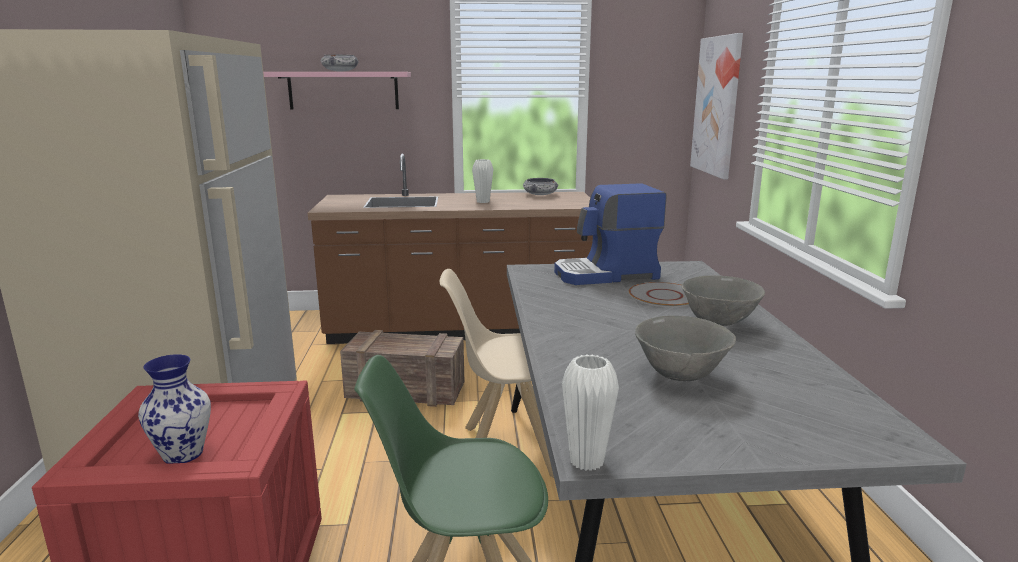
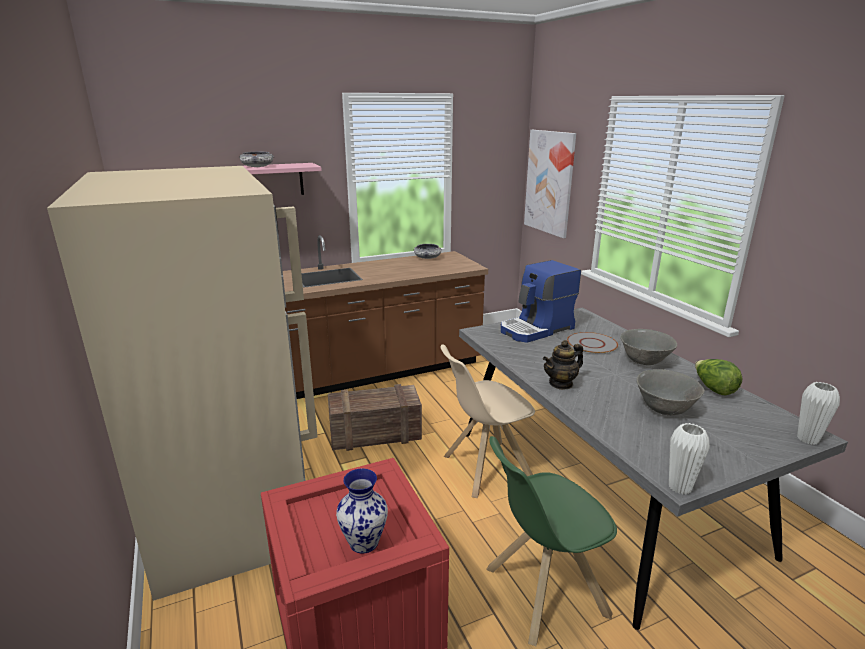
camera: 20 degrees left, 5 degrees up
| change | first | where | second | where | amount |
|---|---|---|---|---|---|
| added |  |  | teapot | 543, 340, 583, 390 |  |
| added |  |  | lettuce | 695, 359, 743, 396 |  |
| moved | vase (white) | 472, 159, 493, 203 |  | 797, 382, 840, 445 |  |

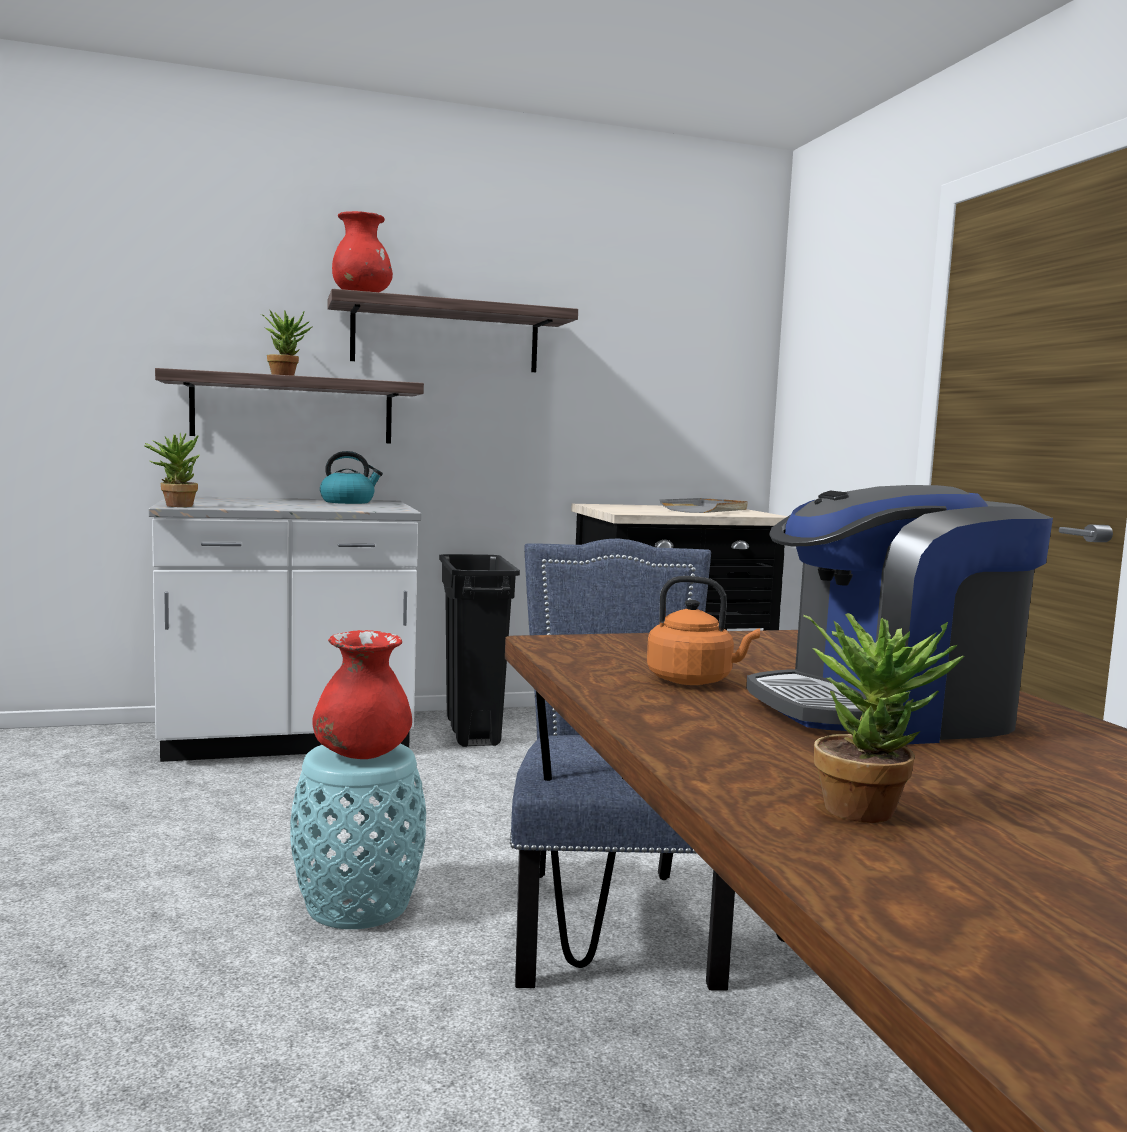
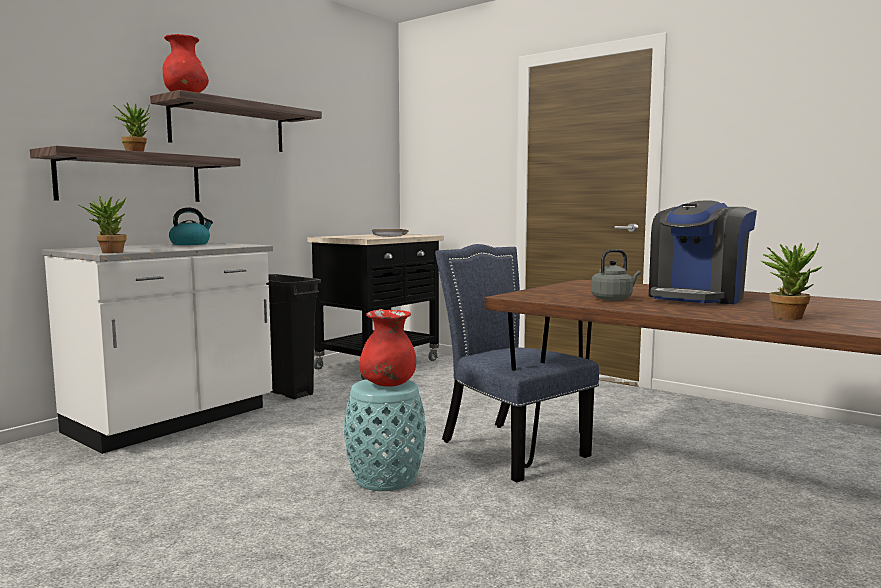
camera: 35 degrees left, 0 degrees up
| change | first | where | second | where | amount |
|---|---|---|---|---|---|
| recoloured | kettle (orange) | 647, 576, 760, 685 | kettle (grey) | 591, 249, 641, 301 |  |

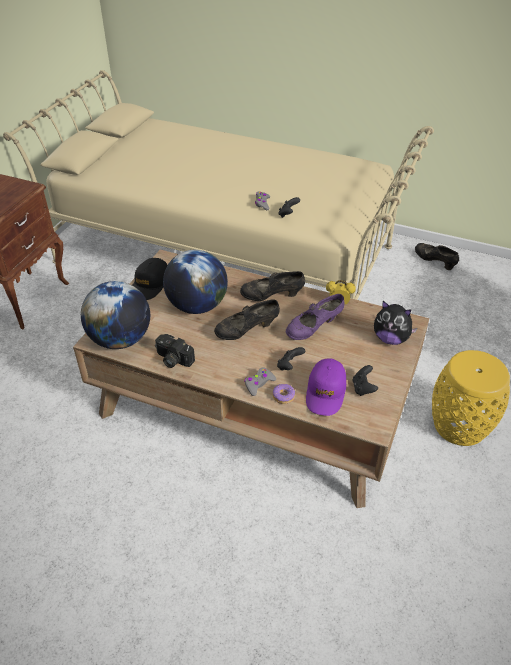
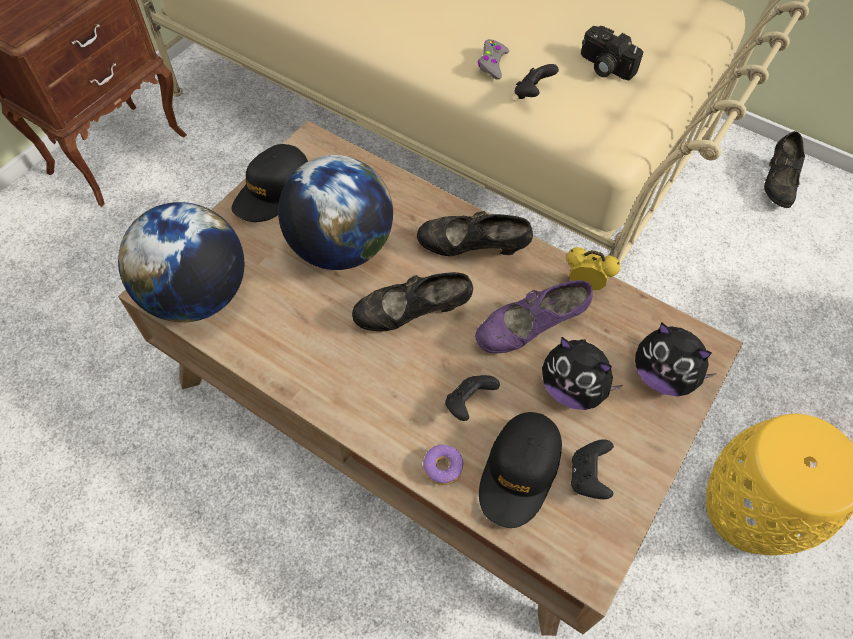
camera: 10 degrees right, 15 degrees up
| change | first | where | second | where | amount |
|---|---|---|---|---|---|
| recoloured | cap (purple) | 306, 358, 346, 416 | cap (black) | 479, 412, 562, 528 |  |
| added |  |  | plush toy | 542, 337, 623, 410 |  |
| moved | photo camera | 155, 334, 195, 368 |  | 581, 26, 643, 80 |  |
| turned | shoe (black) | 415, 243, 459, 270 |  | 764, 131, 805, 208 | 135 degrees counterclockwise |
| removed | game controller (grey) | 244, 367, 276, 396 |  |  |  |

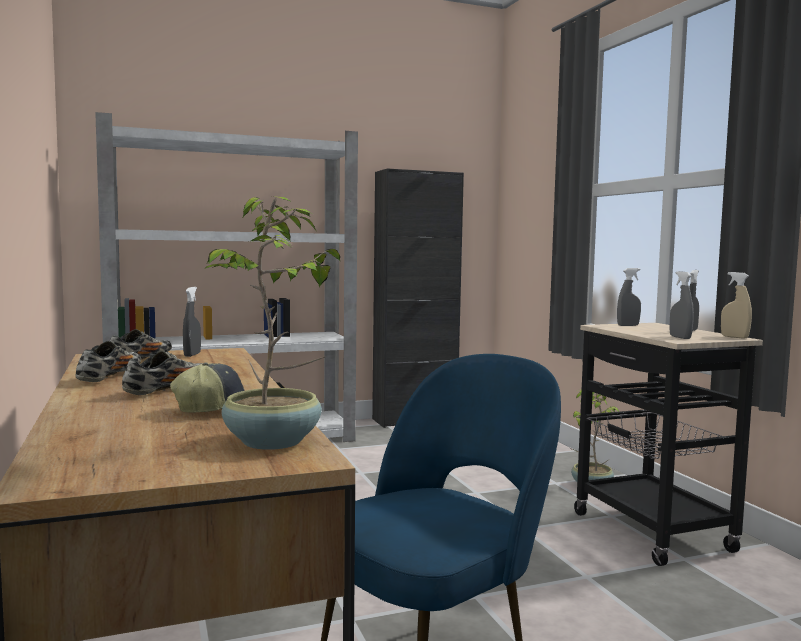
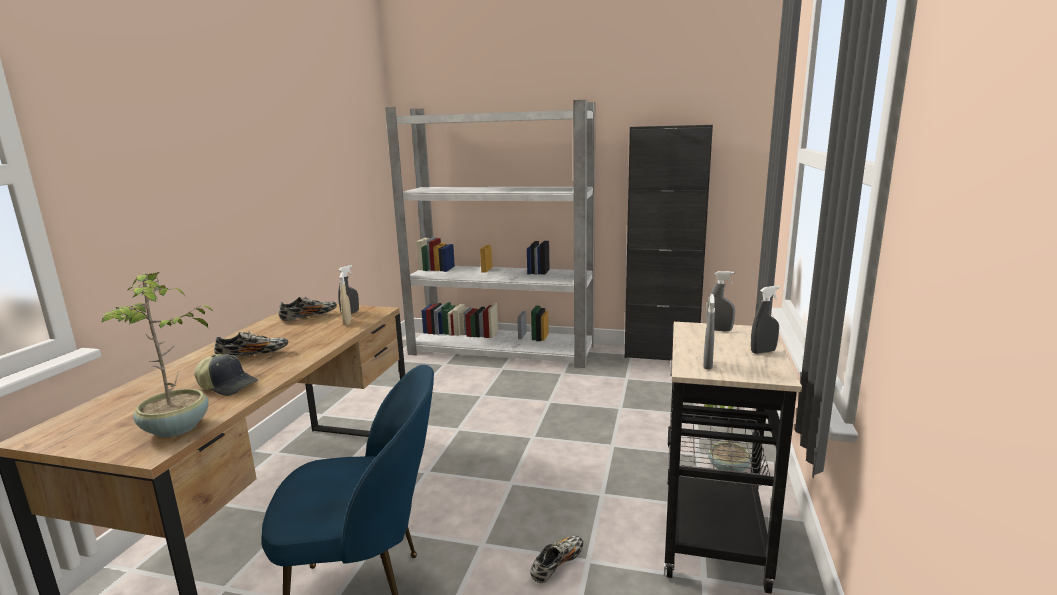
camera: 35 degrees right, 10 degrees up
| change | first | where | second | where | amount |
|---|---|---|---|---|---|
| moved | spray bottle (beige) | 721, 272, 752, 339 |  | 339, 272, 352, 325 |  |
| moved | shoe | 75, 341, 141, 382 |  | 530, 536, 584, 583 |  |

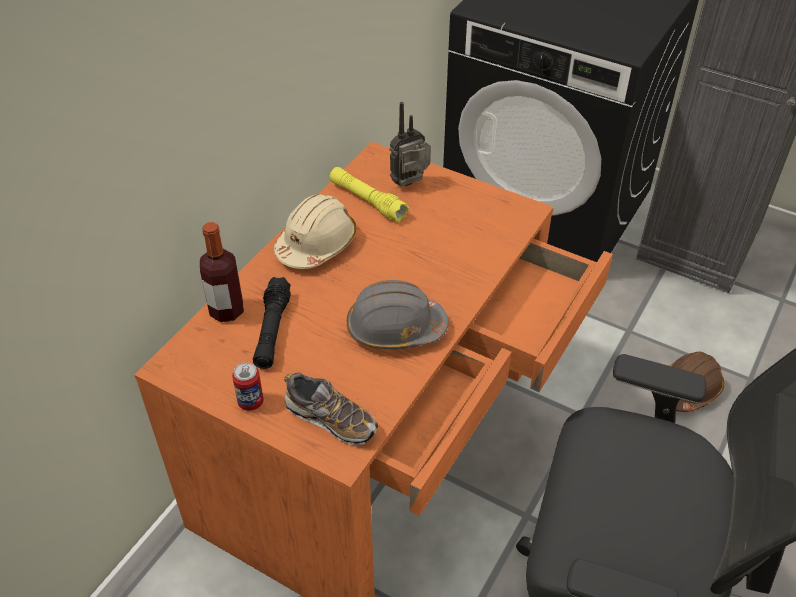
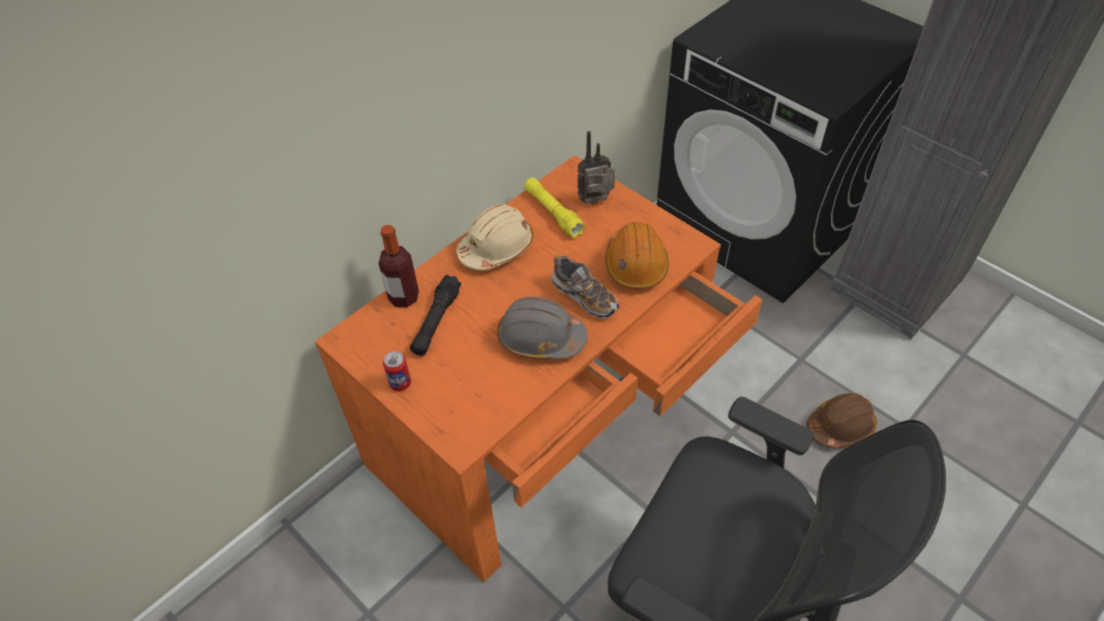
camera: 15 degrees right, 5 degrees up
| change | first | where | second | where | amount |
|---|---|---|---|---|---|
| moved | shoe | 284, 373, 378, 446 |  | 552, 255, 619, 319 |  |
| added |  |  | hard hat (orange) | 605, 222, 669, 289 |  |

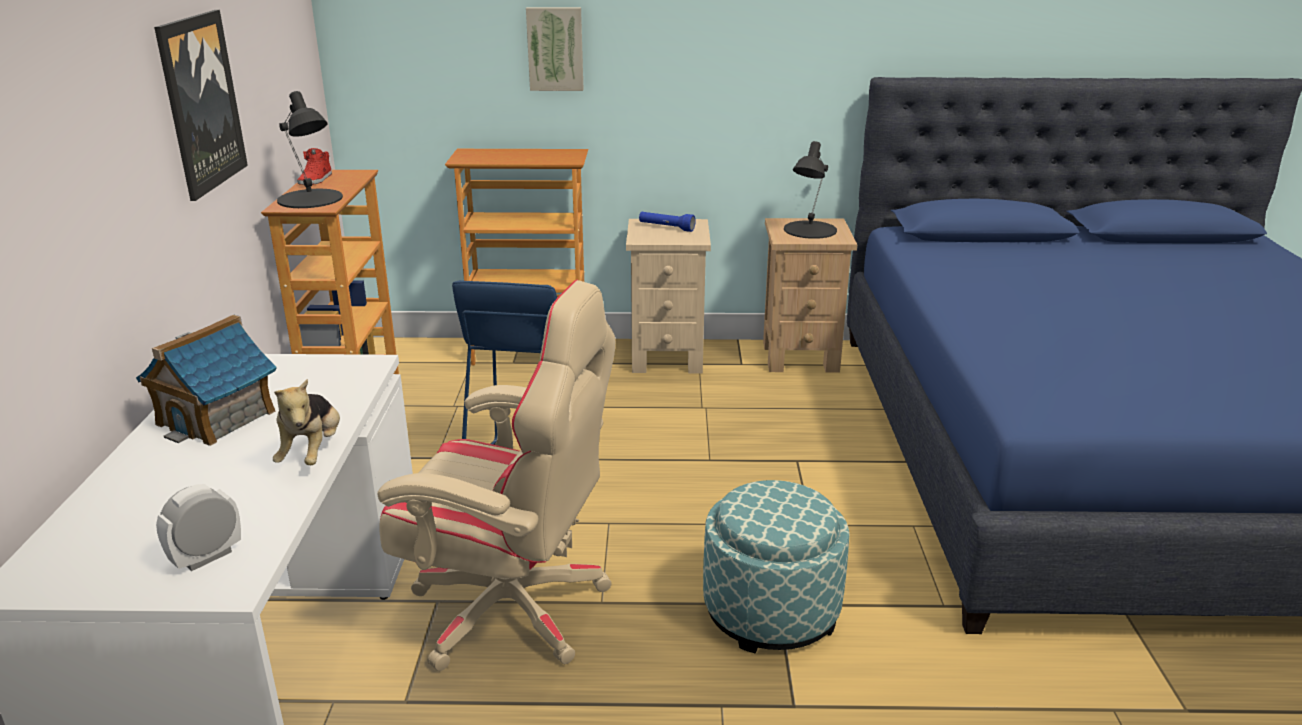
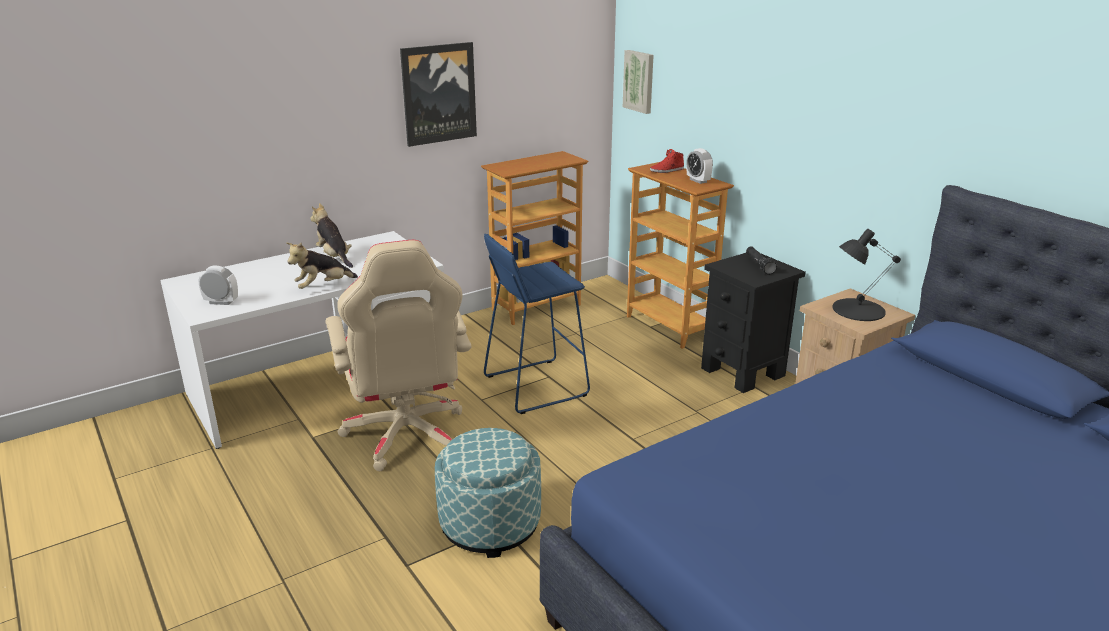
camera: 55 degrees right, 0 degrees up
| change | first | where | second | where | amount |
|---|---|---|---|---|---|
| replaced | toy house | 136, 315, 277, 446 | plush toy | 310, 203, 353, 268 |  |
| moved | picture | 526, 7, 584, 91 |  | 623, 50, 654, 114 |  |
| moved | shoe (red) | 297, 148, 332, 185 |  | 650, 149, 684, 173 |  |
| added |  |  | alarm clock | 687, 148, 713, 184 |  |
| recoloured | nightstand (beige) | 626, 219, 711, 373 | nightstand (black) | 701, 253, 806, 393 |  |
| recoloured | flashlight (blue) | 639, 212, 696, 232 | flashlight (black) | 746, 246, 777, 275 |  |
| removed | table lamp (black) | 277, 91, 343, 208 |  |  |  |

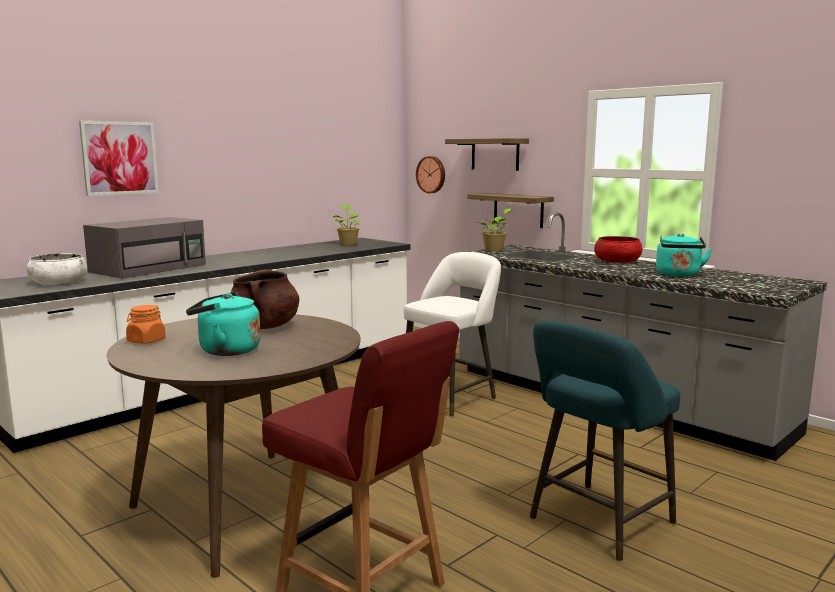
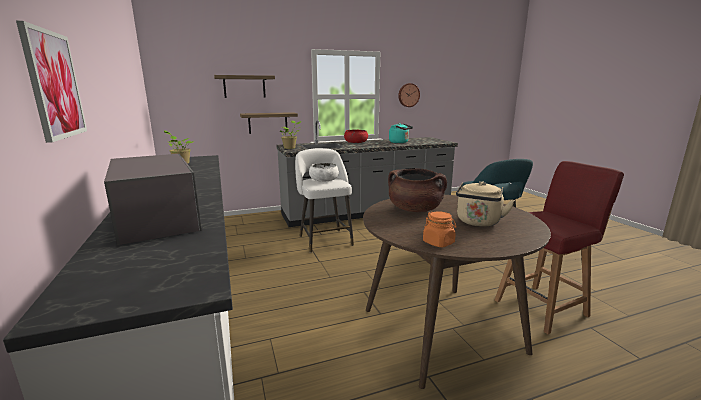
camera: 65 degrees left, 5 degrees up
| change | first | where | second | where | amount |
|---|---|---|---|---|---|
| moved | bowl (white) | 27, 253, 87, 285 |  | 309, 163, 339, 181 |  |
| moved | wall clock | 416, 156, 445, 193 |  | 398, 83, 420, 107 |  |
| recoloured | kettle (turquoise) | 186, 292, 261, 356 | kettle (beige) | 456, 181, 515, 227 |  |

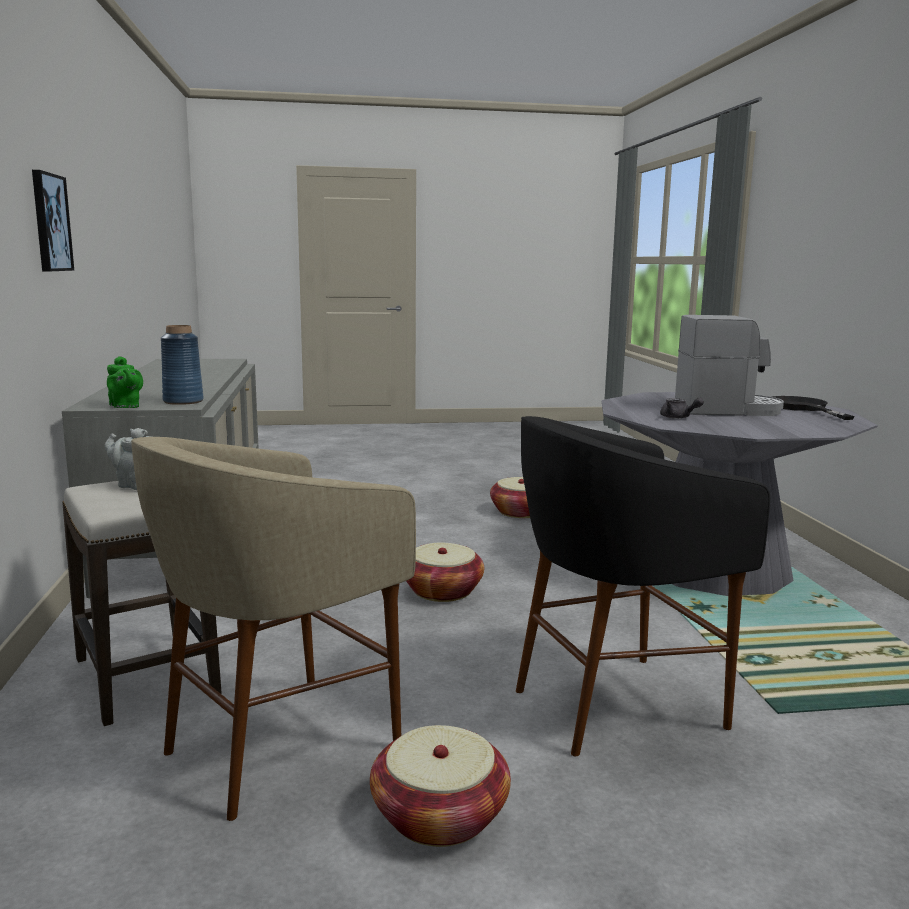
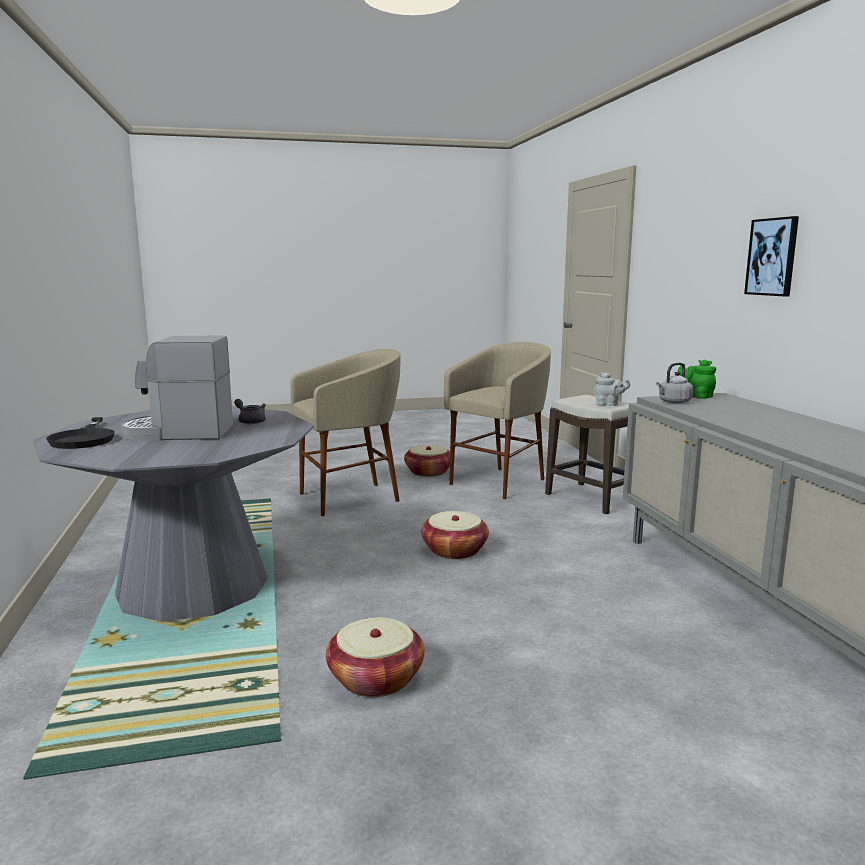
camera: 175 degrees right, 0 degrees up
| change | first | where | second | where | amount |
|---|---|---|---|---|---|
| recoloured | stool (black) | 516, 416, 770, 756 | stool (beige) | 290, 349, 401, 516 |  |
| replaced | vase (blue) | 161, 325, 204, 405 | kettle (grey) | 656, 363, 693, 404 |  |

